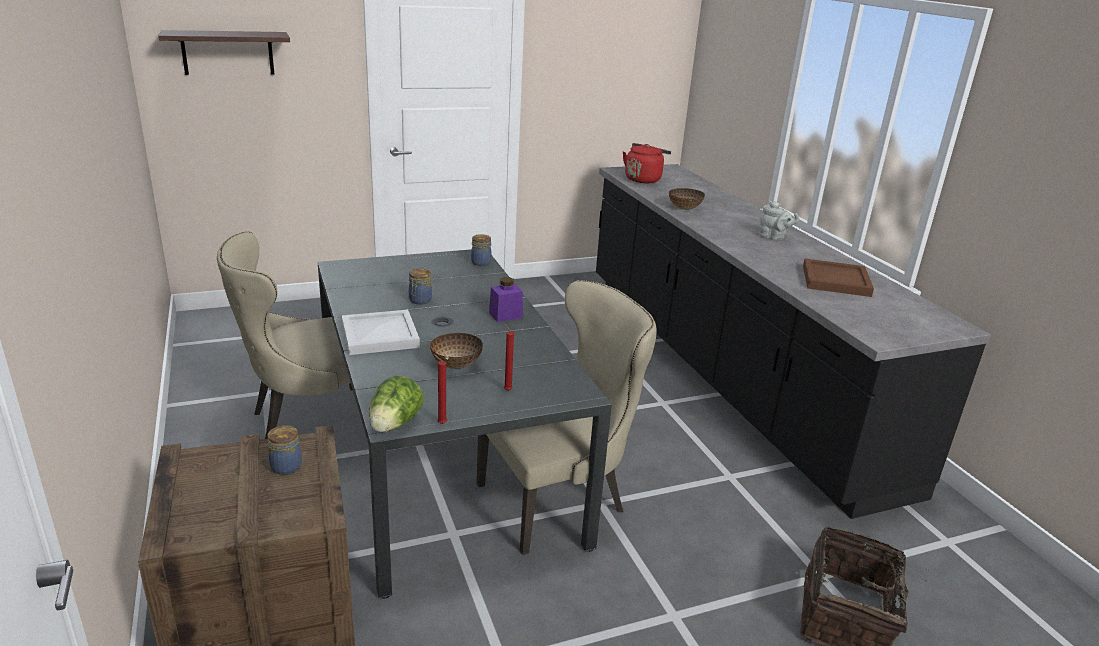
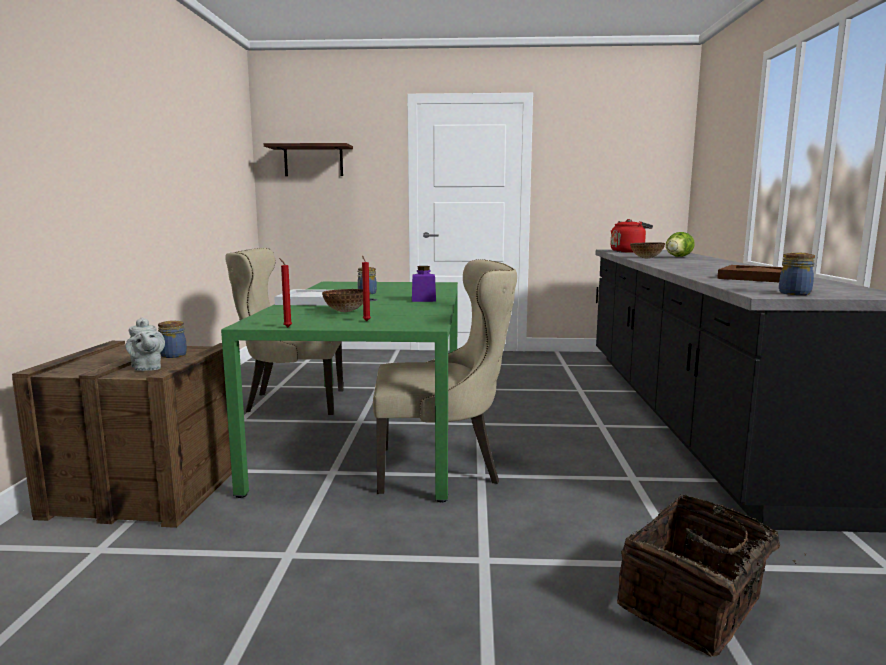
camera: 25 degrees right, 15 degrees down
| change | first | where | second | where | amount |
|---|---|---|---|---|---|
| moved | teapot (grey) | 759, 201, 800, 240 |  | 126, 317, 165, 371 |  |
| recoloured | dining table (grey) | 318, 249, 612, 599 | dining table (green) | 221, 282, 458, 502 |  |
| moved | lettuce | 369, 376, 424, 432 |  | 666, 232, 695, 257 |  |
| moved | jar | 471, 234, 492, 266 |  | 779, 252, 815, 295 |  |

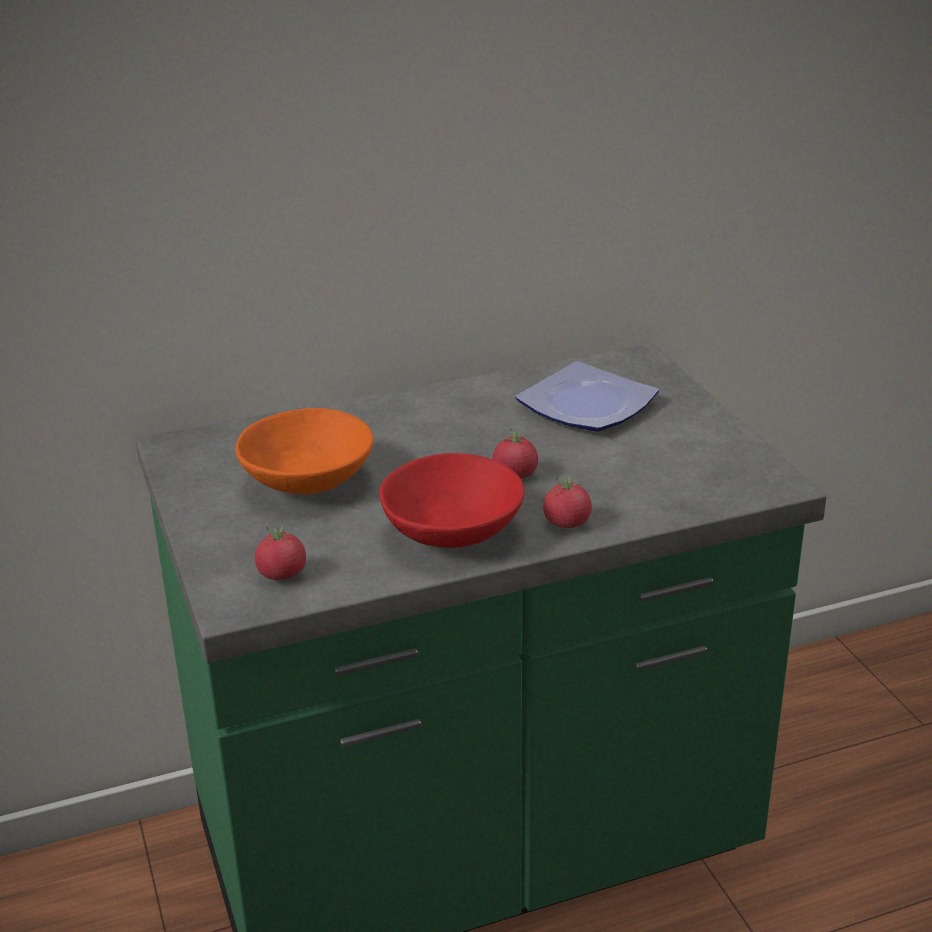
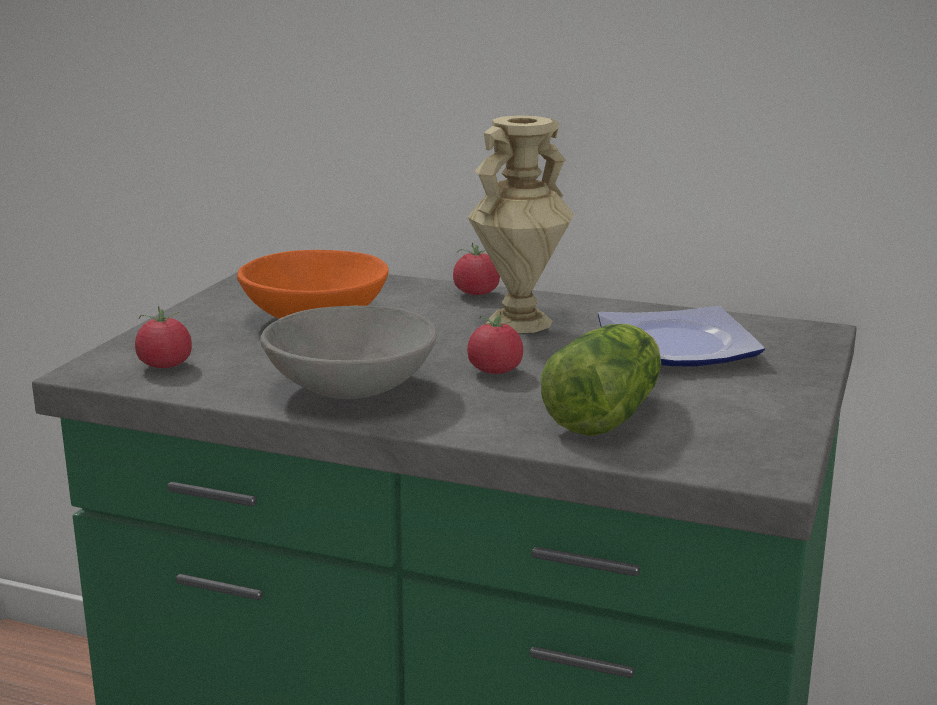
camera: 40 degrees right, 10 degrees down
| change | first | where | second | where | amount |
|---|---|---|---|---|---|
| recoloured | bowl (red) | 379, 453, 525, 548 | bowl (grey) | 260, 306, 437, 399 |  |
| moved | tomato | 543, 475, 592, 528 |  | 453, 243, 500, 295 |  |
| added |  |  | vase (beige) | 468, 115, 574, 333 |  |
| added |  |  | lettuce | 541, 324, 661, 436 |  |

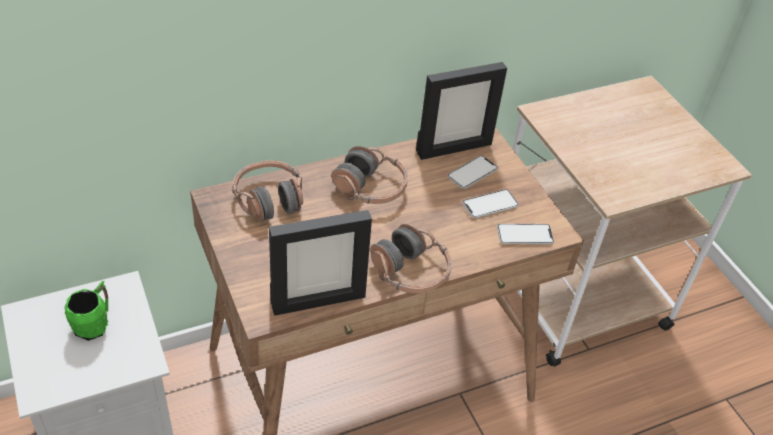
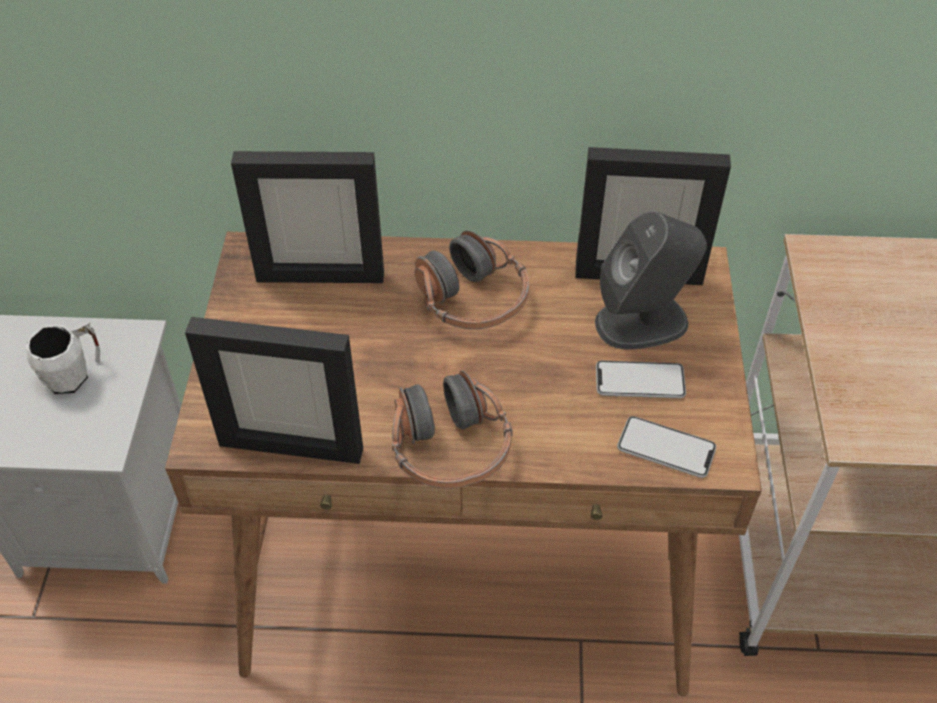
camera: 30 degrees right, 5 degrees up
| change | first | where | second | where | amount |
|---|---|---|---|---|---|
| recoloured | mug (green) | 64, 281, 108, 341 | mug (white) | 25, 321, 100, 394 |  |
| replaced | headphones | 232, 160, 303, 222 | picture frame | 231, 151, 384, 283 |  |
| replaced | phone | 447, 156, 498, 189 | speaker (grey) | 595, 211, 707, 349 |  |

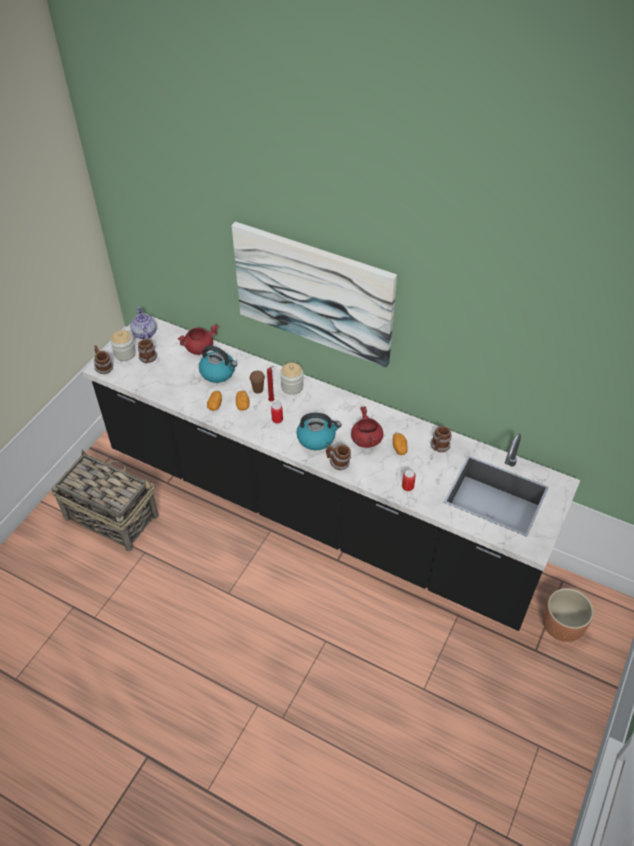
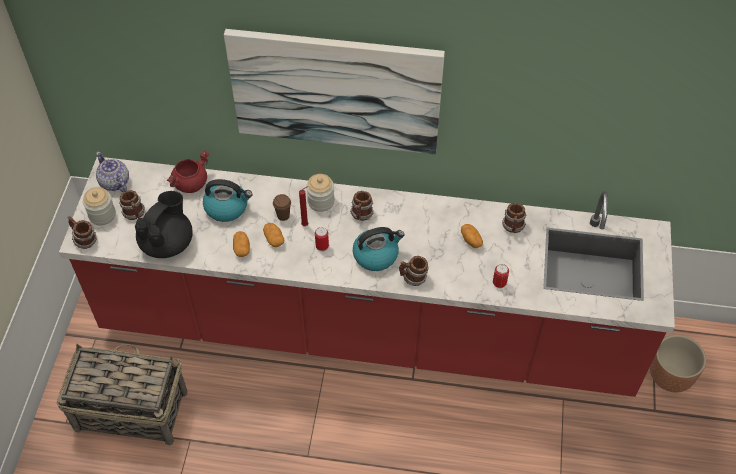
camera: 20 degrees left, 5 degrees up
| change | first | where | second | where | amount |
|---|---|---|---|---|---|
| recoloured | counter (black) | 82, 316, 580, 631 | counter (red) | 59, 157, 675, 397 |  |
| added |  |  | teapot (black) | 135, 191, 193, 258 |  |
| added |  |  | mug | 350, 191, 373, 221 |  |
| removed | cooking pot (red) | 351, 406, 383, 448 |  |  |  |

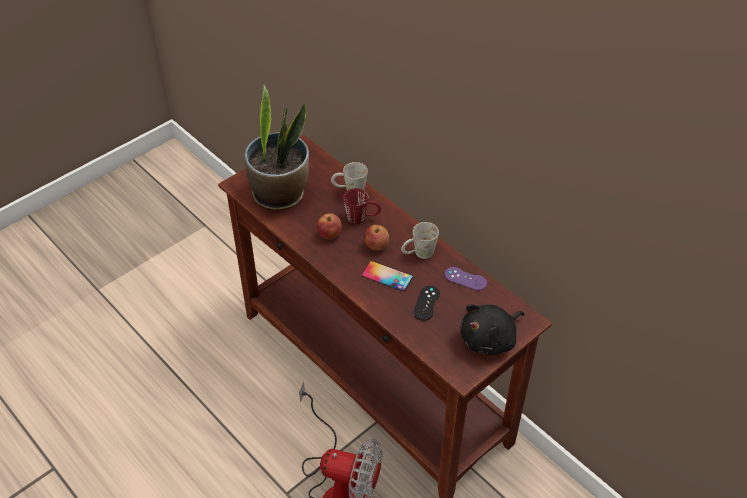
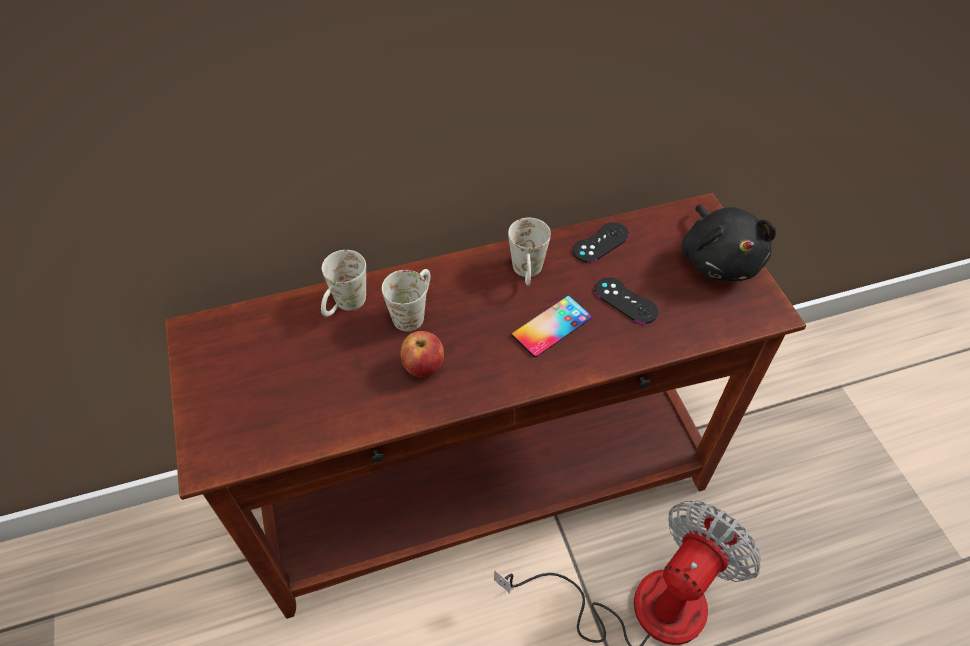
camera: 65 degrees left, 5 degrees up
| change | first | where | second | where | amount |
|---|---|---|---|---|---|
| recoloured | mug (red) | 343, 188, 381, 224 | mug (white) | 382, 269, 430, 331 |  |
| recoloured | game controller (purple) | 445, 267, 487, 291 | game controller (black) | 573, 222, 629, 262 |  |
| removed | potted plant | 245, 85, 309, 211 |  |  |  |
| removed | apple | 364, 225, 389, 251 |  |  |  |

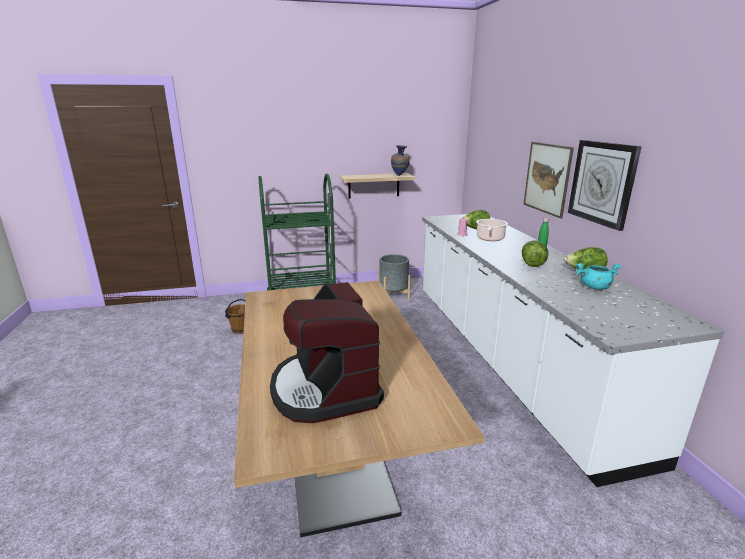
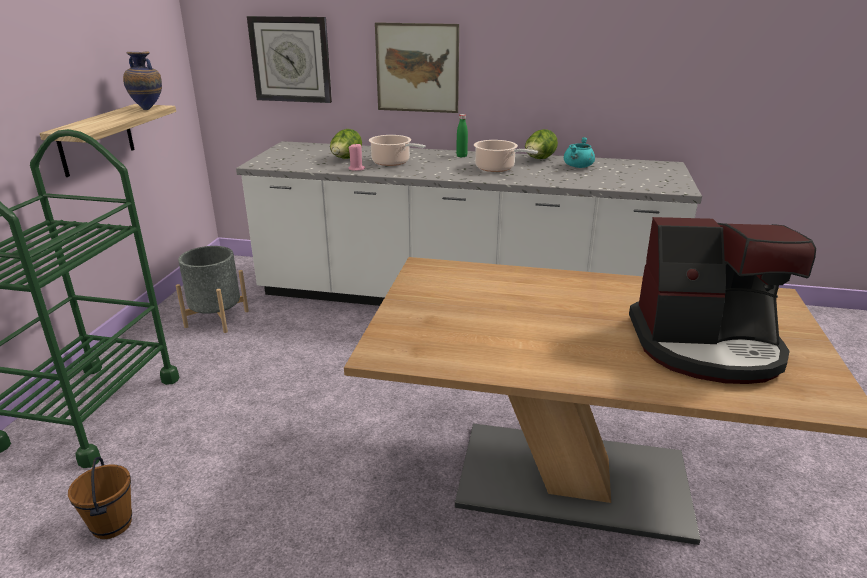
camera: 65 degrees left, 5 degrees up
| change | first | where | second | where | amount |
|---|---|---|---|---|---|
| moved | wall clock | 568, 140, 642, 231 |  | 247, 16, 332, 103 |  |
| replaced | lettuce | 522, 240, 548, 267 | cooking pot | 474, 140, 538, 172 |  |

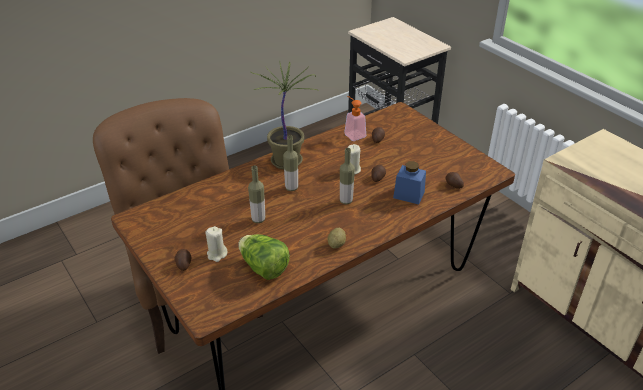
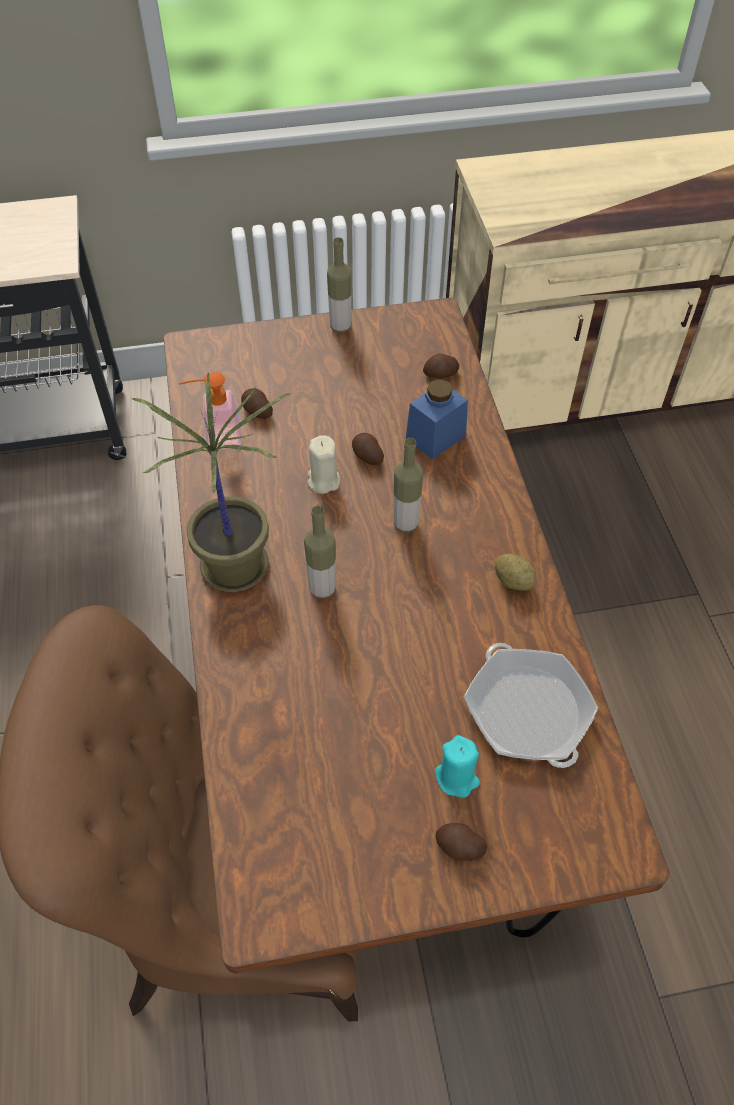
camera: 65 degrees left, 15 degrees up
| change | first | where | second | where | amount |
|---|---|---|---|---|---|
| moved | bottle | 248, 166, 265, 223 |  | 327, 238, 352, 333 |  |
| recoloured | candle (beige) | 206, 226, 228, 262 | candle (turquoise) | 435, 735, 480, 798 |  |
| replaced | lettuce | 238, 234, 290, 280 | frying pan | 464, 643, 598, 768 |  |

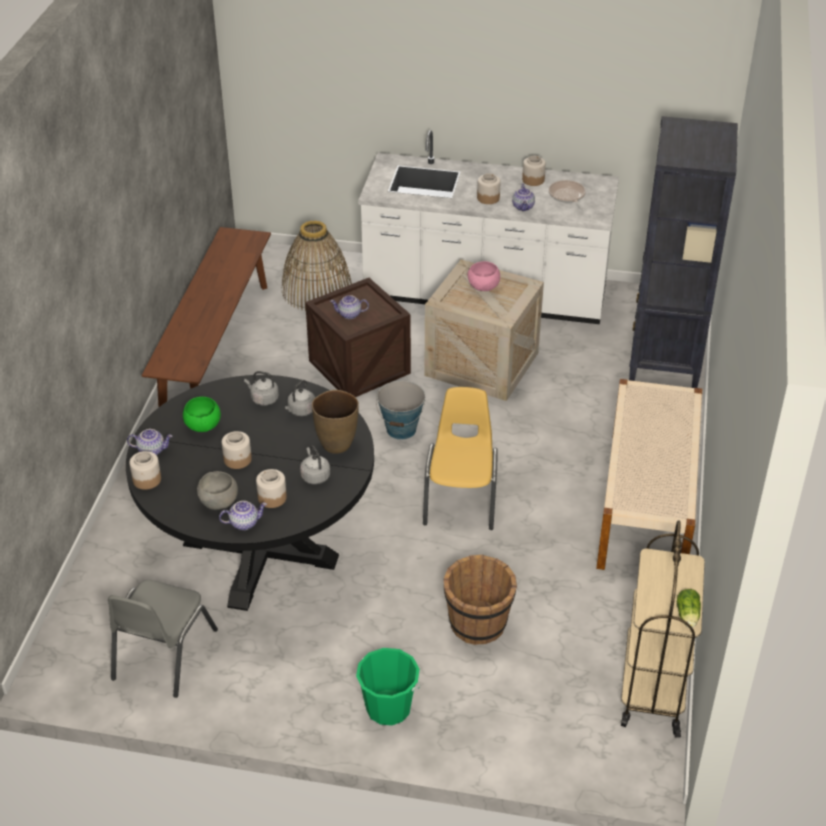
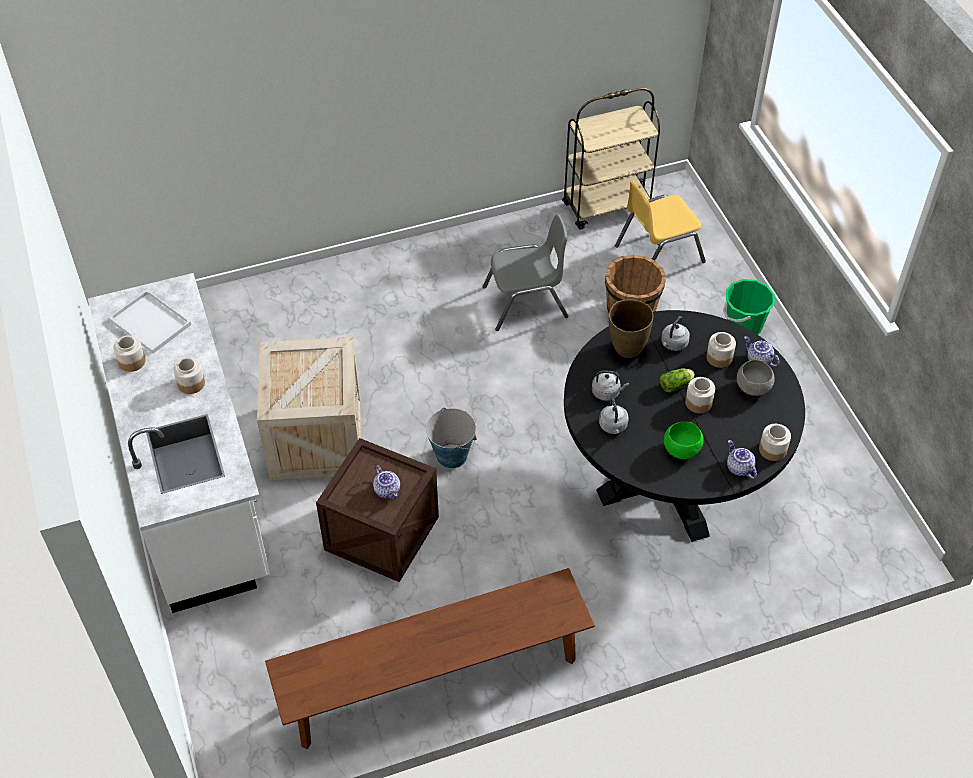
camera: 120 degrees left, 10 degrees up
| change | first | where | second | where | amount |
|---|---|---|---|---|---|
| replaced | frying pan | 549, 180, 586, 210 | tray (white) | 109, 290, 191, 354 |  |
| moved | chair (grey) | 108, 580, 218, 698 |  | 483, 214, 568, 331 |  |
| moved | chair (yellow) | 423, 387, 498, 530 |  | 615, 180, 706, 263 |  |
| moved | lettuce | 677, 589, 701, 628 |  | 660, 368, 695, 392 |  |
| removed | basket | 281, 221, 352, 311 |  |  |  |
| removed | bowl (pink) | 468, 261, 500, 291 |  |  |  |
| removed | teapot | 512, 184, 535, 211 |  |  |  |
| removed | bench (beige) | 596, 379, 702, 570 |  |  |  |
| removed | bookcase (black) | 629, 116, 738, 388 |  |  |  |

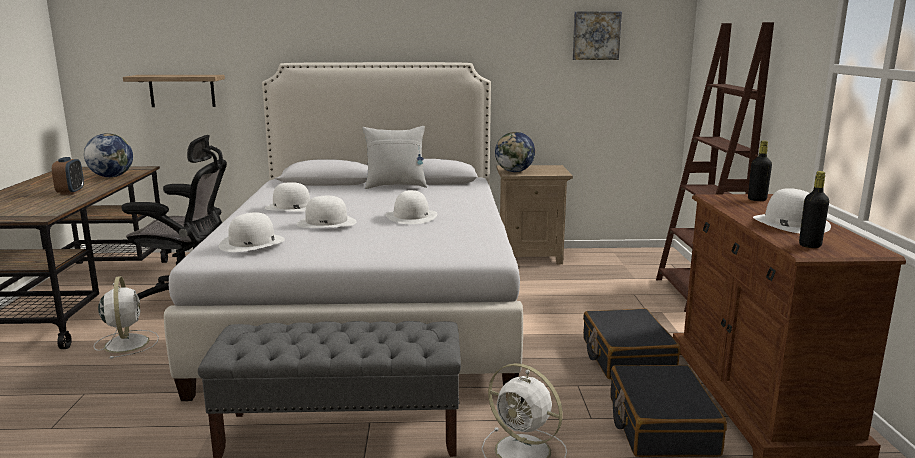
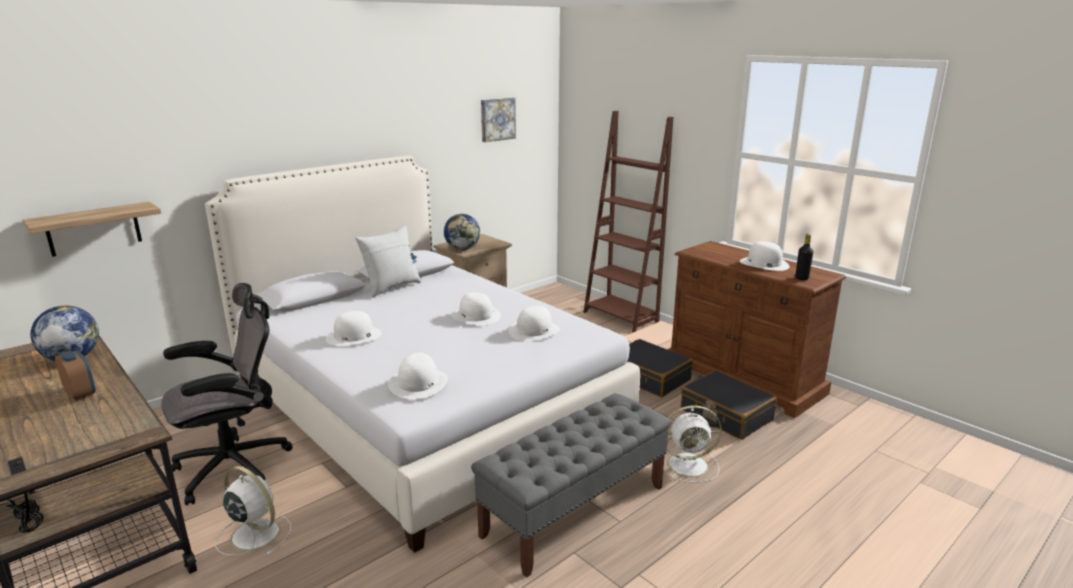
camera: 40 degrees left, 5 degrees up
| change | first | where | second | where | amount |
|---|---|---|---|---|---|
| moved | hat (white) | 297, 196, 357, 228 |  | 509, 306, 560, 341 |  |
| removed | bottle (black) | 748, 141, 772, 201 |  |  |  |

